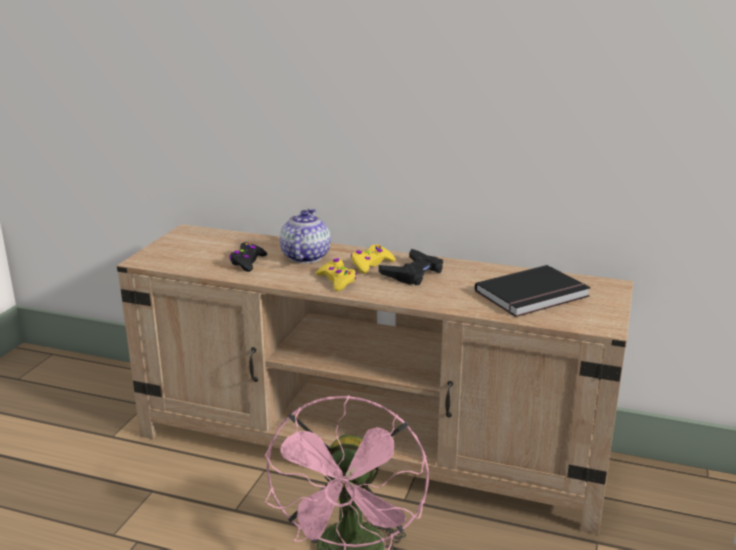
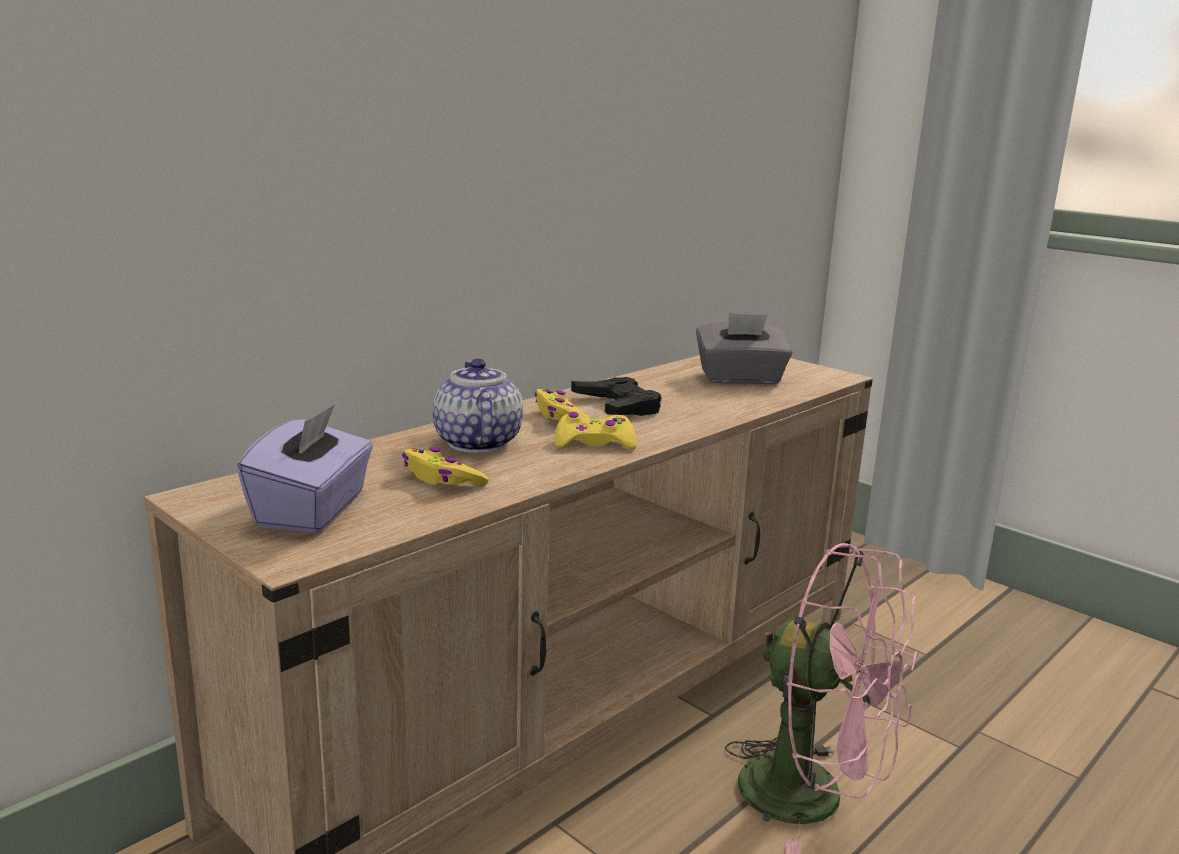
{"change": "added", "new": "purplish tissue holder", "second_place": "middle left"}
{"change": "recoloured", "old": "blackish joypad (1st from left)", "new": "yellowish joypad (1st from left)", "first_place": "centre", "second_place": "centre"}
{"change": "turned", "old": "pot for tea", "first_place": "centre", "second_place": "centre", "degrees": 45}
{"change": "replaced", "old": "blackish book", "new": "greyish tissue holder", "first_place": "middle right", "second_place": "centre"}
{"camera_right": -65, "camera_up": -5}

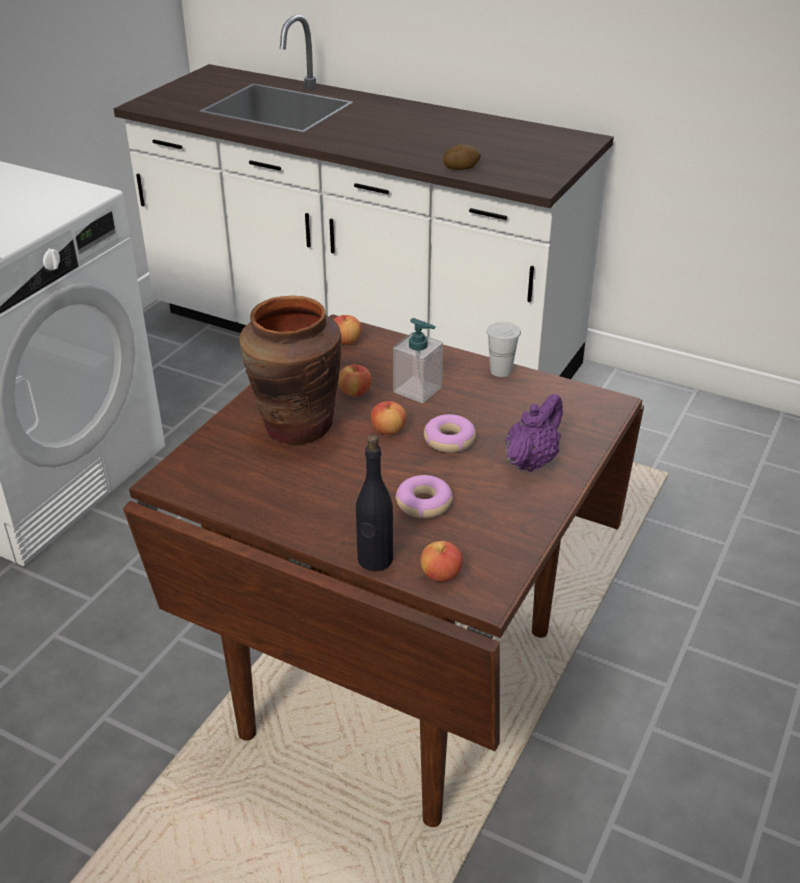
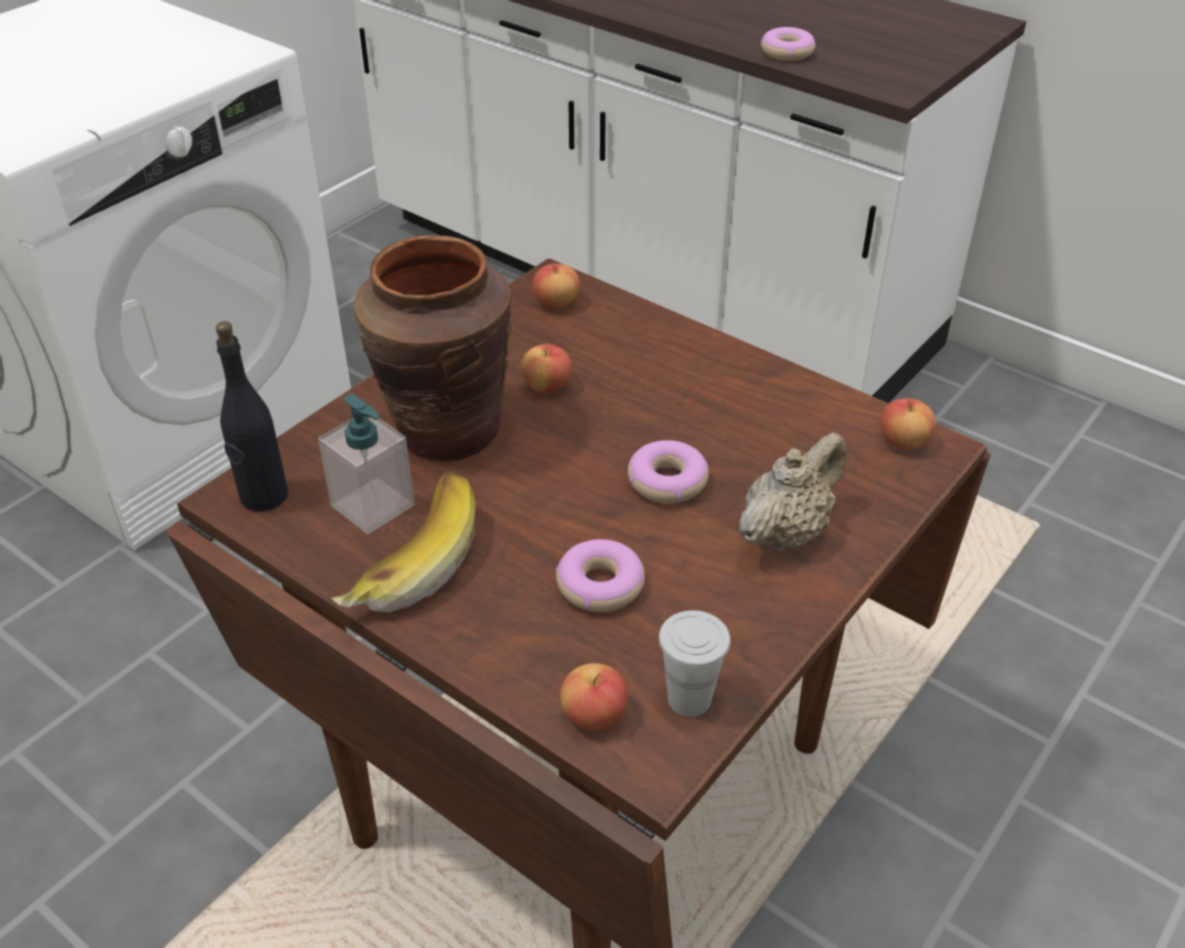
{"change": "moved", "old": "blackish drink bottle", "first_place": "centre", "second_place": "middle left"}
{"change": "moved", "old": "soap bottle", "first_place": "centre", "second_place": "middle left"}
{"change": "added", "new": "banana fruit", "second_place": "centre"}
{"change": "moved", "old": "white drinking cup", "first_place": "centre", "second_place": "bottom centre"}
{"change": "recoloured", "old": "purplish pot for tea", "new": "beige-coloured pot for tea", "first_place": "middle right", "second_place": "middle right"}
{"change": "replaced", "old": "whole potato", "new": "doughnut (3rd from left)", "first_place": "top centre", "second_place": "top centre"}
{"change": "moved", "old": "apple fruit (3rd from left in the first image)", "new": "apple fruit (4th from left)", "first_place": "centre", "second_place": "middle right"}
{"camera_right": 10, "camera_up": 5}

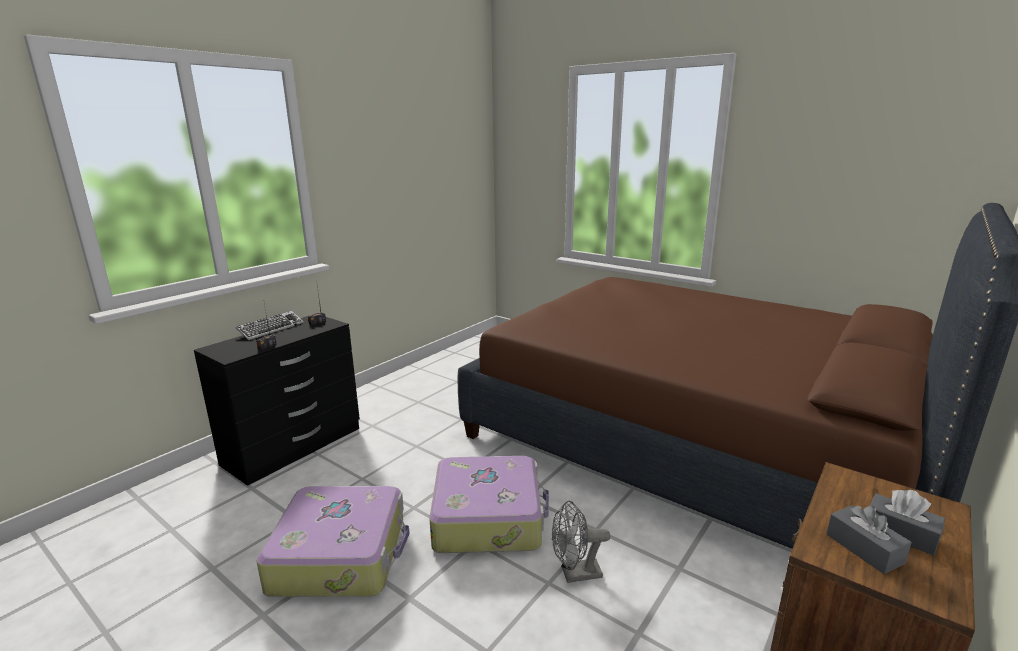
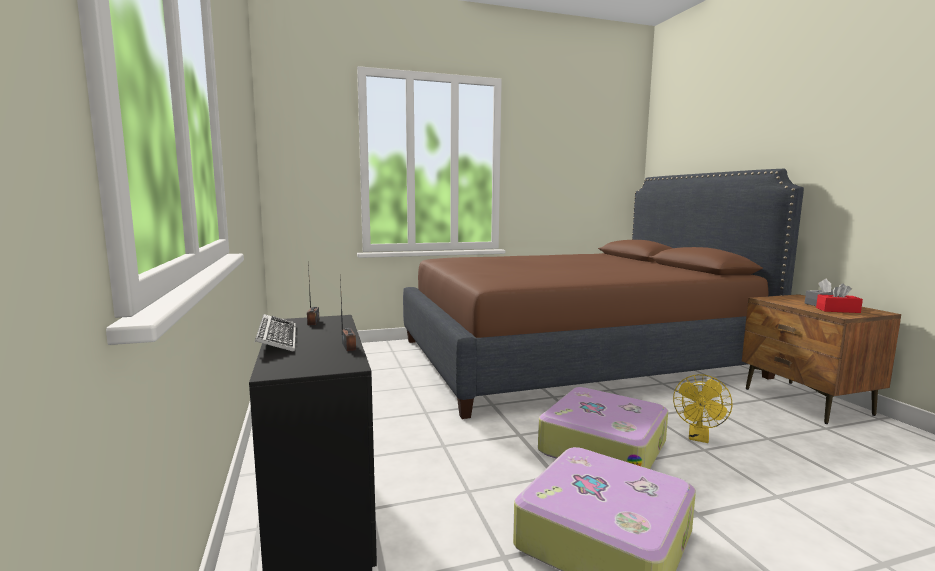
{"change": "recoloured", "old": "greyish cooling fan", "new": "yellowish cooling fan", "first_place": "bottom centre", "second_place": "bottom right"}
{"change": "recoloured", "old": "greyish tissue holder (1st from left)", "new": "red-coloured tissue holder", "first_place": "bottom right", "second_place": "middle right"}
{"camera_right": -55, "camera_up": -10}

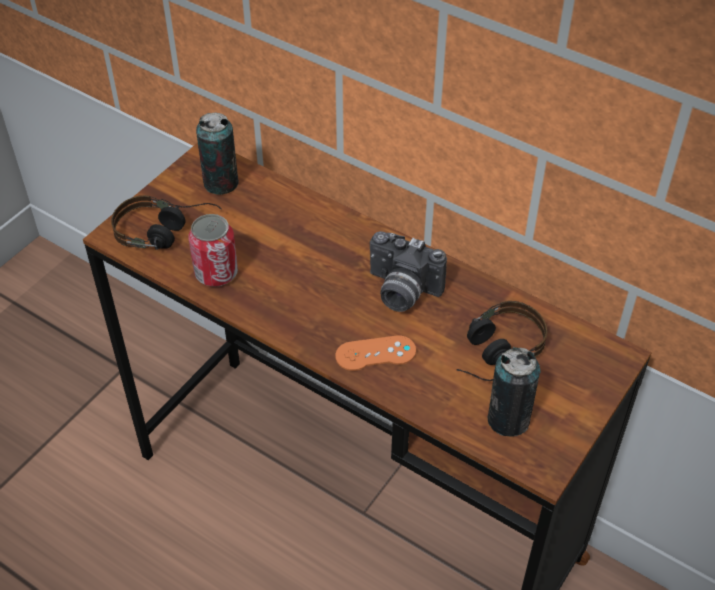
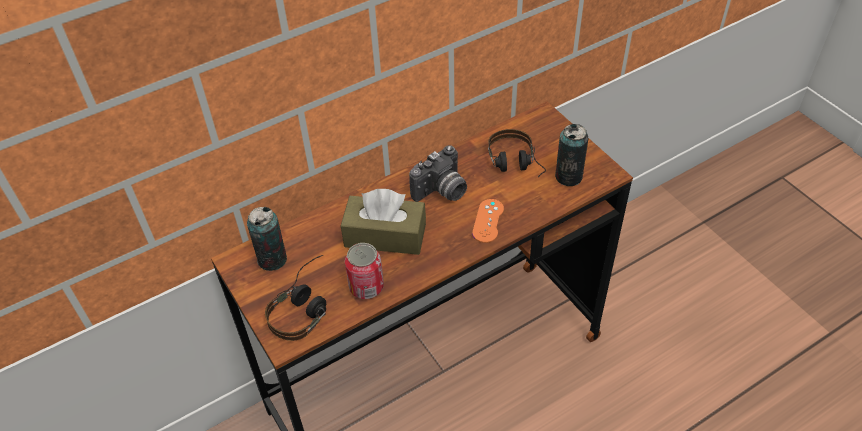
{"change": "added", "new": "brown-coloured tissue holder", "second_place": "centre"}
{"camera_right": -65, "camera_up": 0}

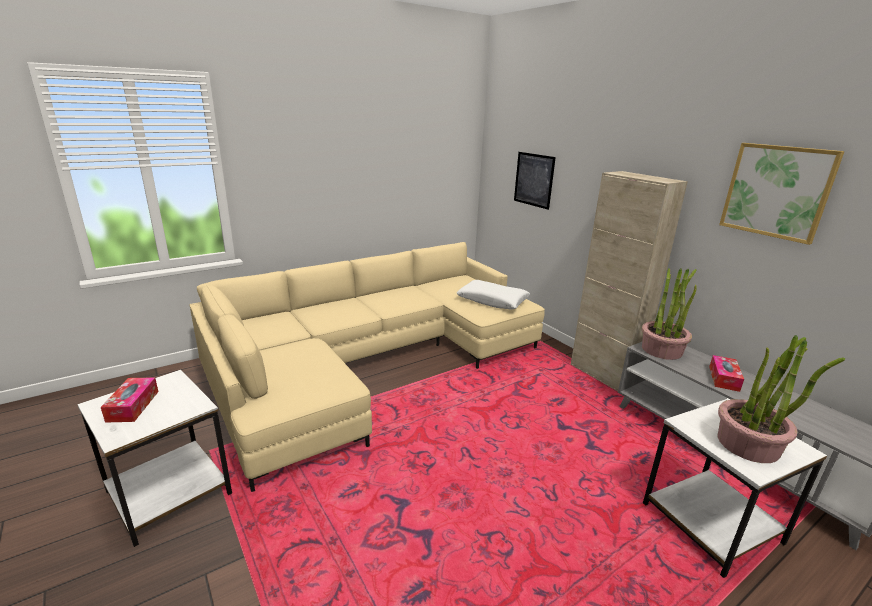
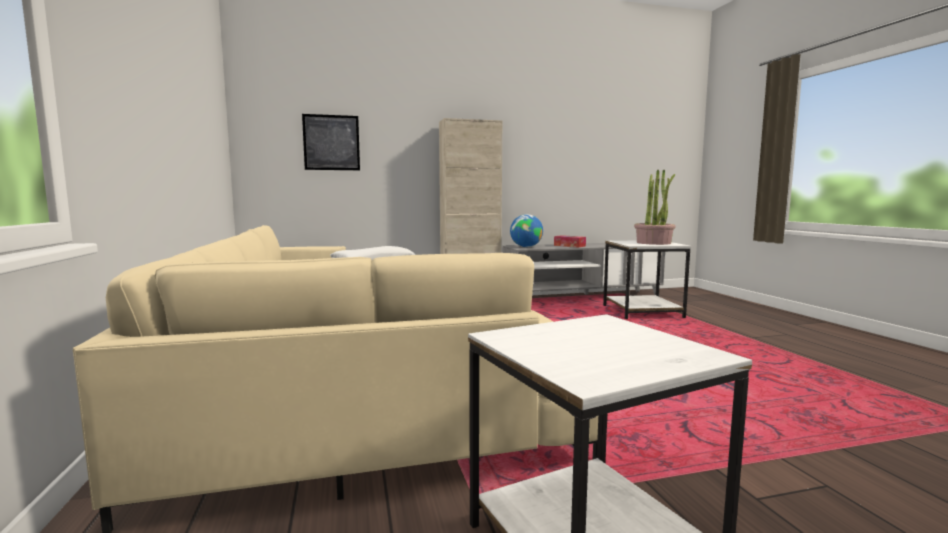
{"change": "replaced", "old": "houseplant (1st from left)", "new": "globe", "first_place": "middle right", "second_place": "centre"}
{"change": "removed", "old": "tissue holder (1st from left)", "first_place": "middle left"}
{"change": "removed", "old": "picture (2nd from left)", "first_place": "top right"}
{"camera_right": -70, "camera_up": -15}

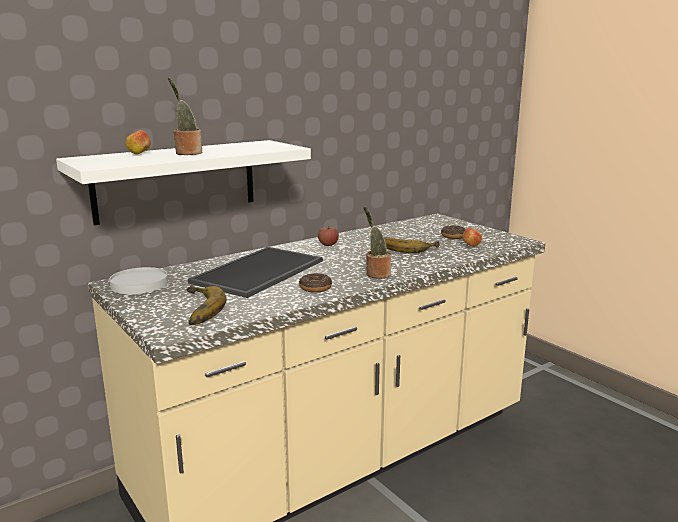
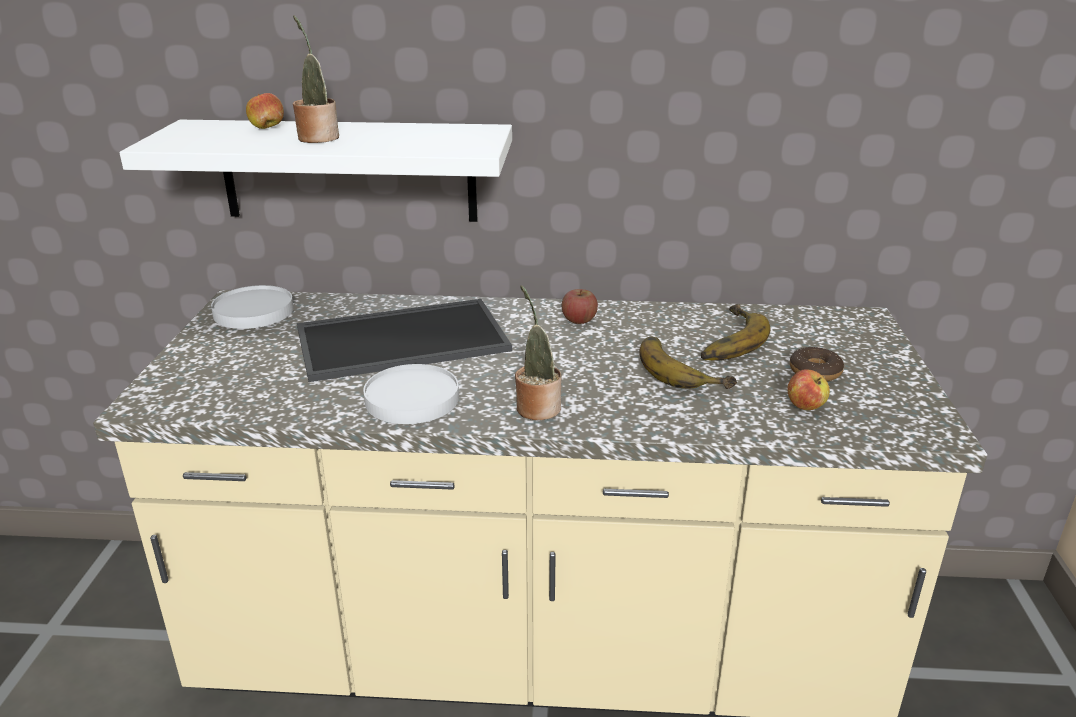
{"change": "replaced", "old": "doughnut (1st from left)", "new": "white dinner plate (2nd from left)", "first_place": "centre", "second_place": "centre"}
{"change": "moved", "old": "banana fruit (1st from left in the first image)", "new": "banana fruit (2nd from left)", "first_place": "middle left", "second_place": "middle right"}
{"camera_right": 40, "camera_up": 10}

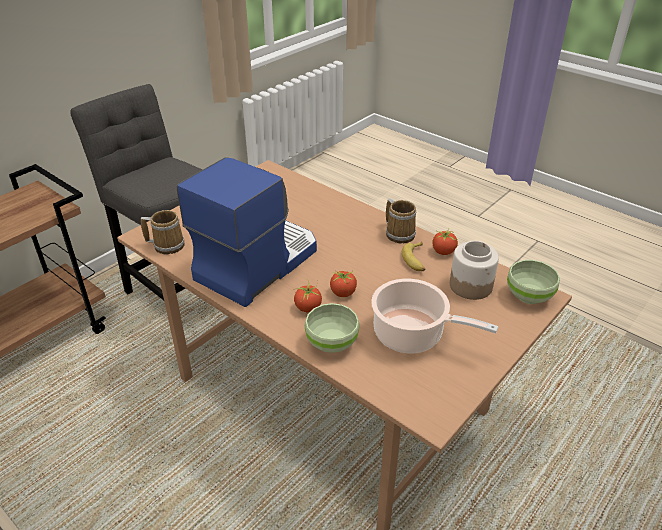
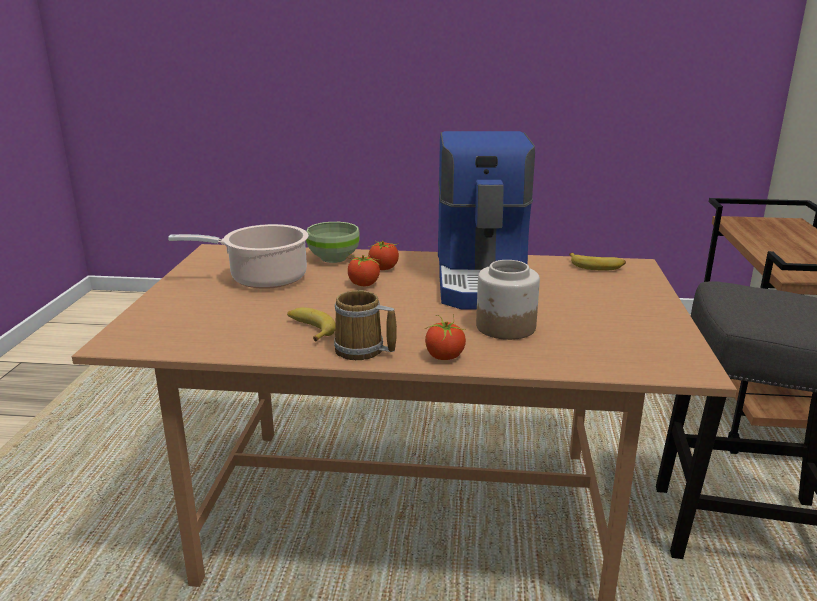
{"change": "moved", "old": "fresh tomato (3rd from left)", "first_place": "middle right", "second_place": "centre"}
{"change": "moved", "old": "preserve jar", "first_place": "middle right", "second_place": "centre"}
{"change": "replaced", "old": "mug (1st from left)", "new": "banana fruit (2nd from left)", "first_place": "middle left", "second_place": "middle right"}
{"change": "removed", "old": "green serving bowl (2nd from left)", "first_place": "middle right"}
{"camera_right": 145, "camera_up": -15}

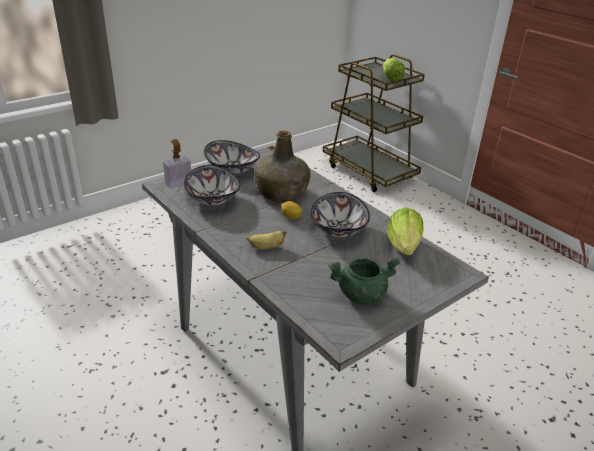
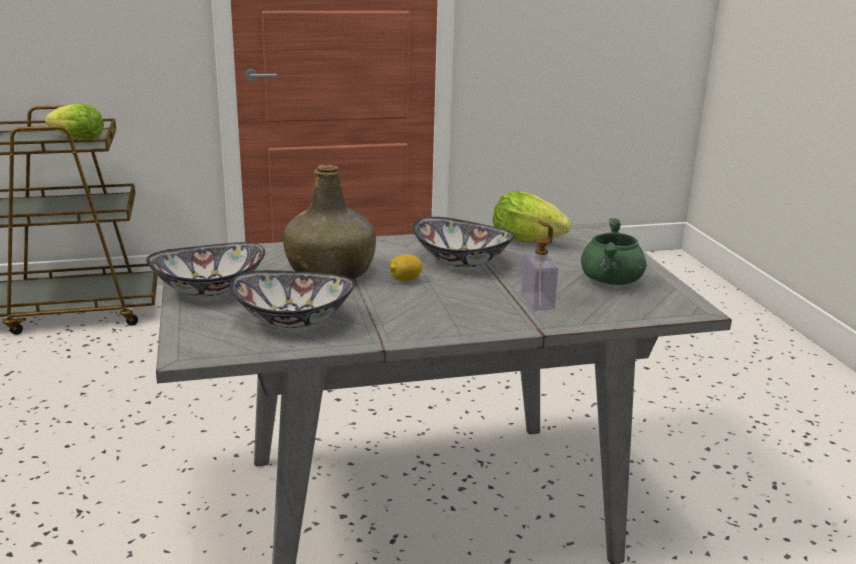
{"change": "moved", "old": "soap bottle", "first_place": "middle left", "second_place": "centre"}
{"change": "removed", "old": "banana fruit", "first_place": "centre"}
{"camera_right": -65, "camera_up": -10}

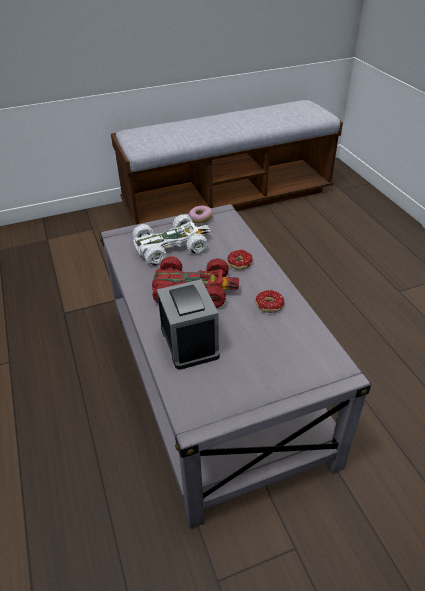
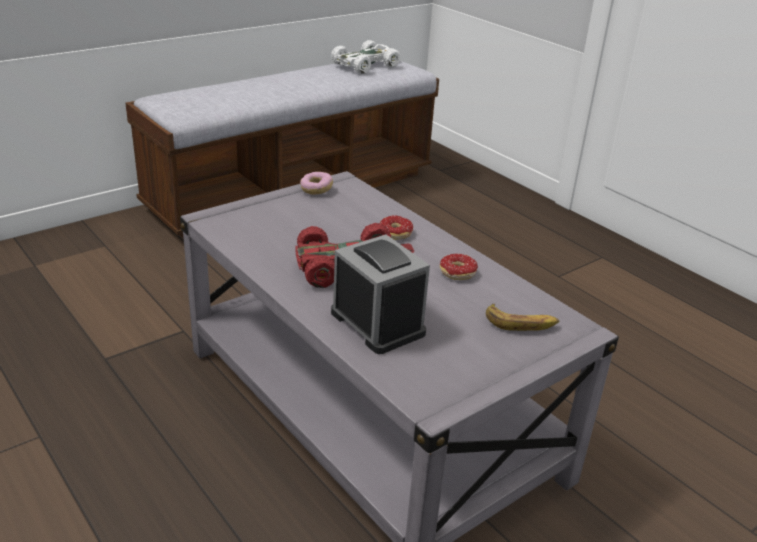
{"change": "moved", "old": "white miniature car", "first_place": "centre", "second_place": "top centre"}
{"change": "added", "new": "banana fruit", "second_place": "middle right"}
{"camera_right": -20, "camera_up": -10}

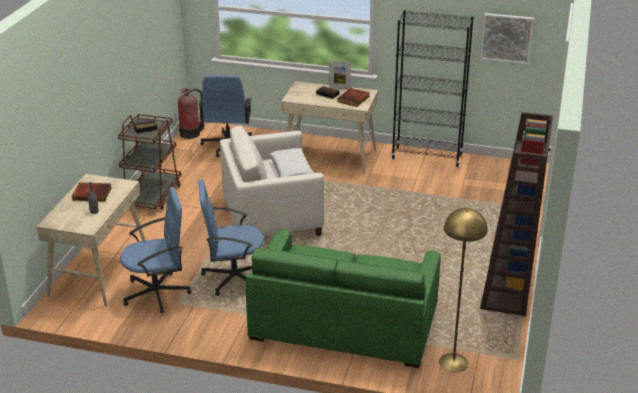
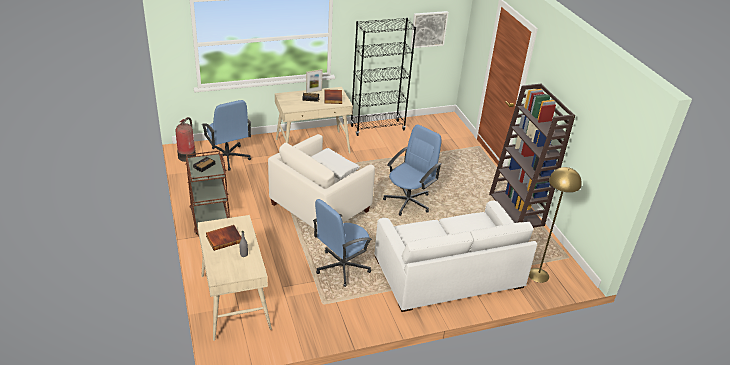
{"change": "recoloured", "old": "green sofa", "new": "white sofa", "first_place": "bottom centre", "second_place": "bottom centre"}
{"change": "moved", "old": "bluish computer chair (1st from left in the first image)", "new": "bluish computer chair (3rd from left)", "first_place": "middle left", "second_place": "centre"}
{"camera_right": -35, "camera_up": 5}

